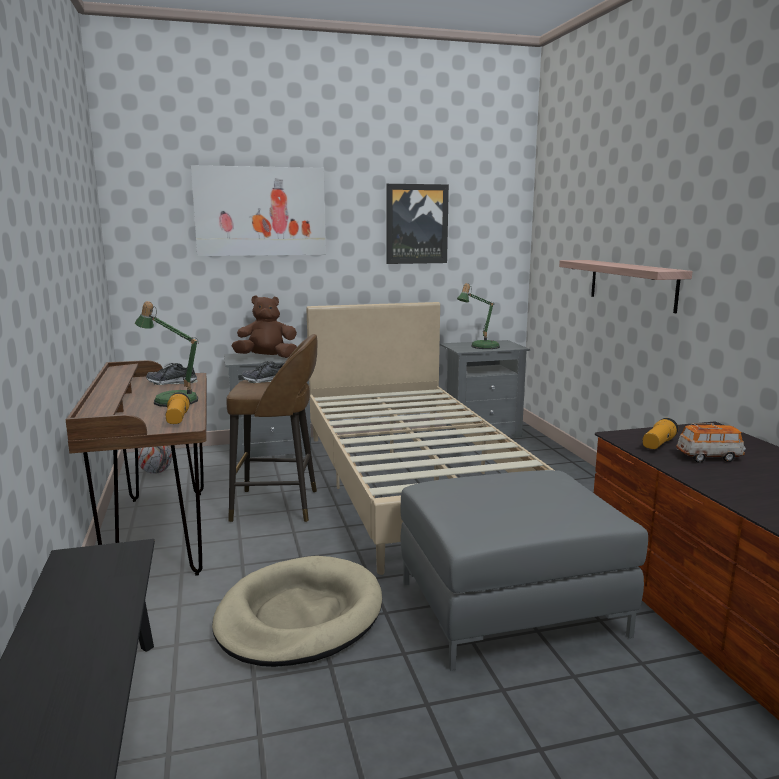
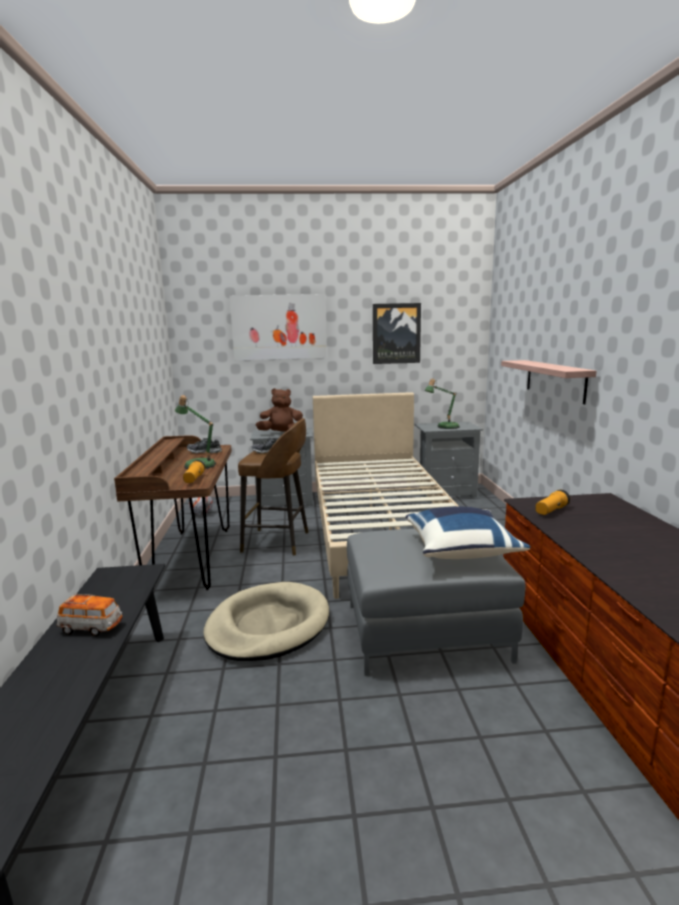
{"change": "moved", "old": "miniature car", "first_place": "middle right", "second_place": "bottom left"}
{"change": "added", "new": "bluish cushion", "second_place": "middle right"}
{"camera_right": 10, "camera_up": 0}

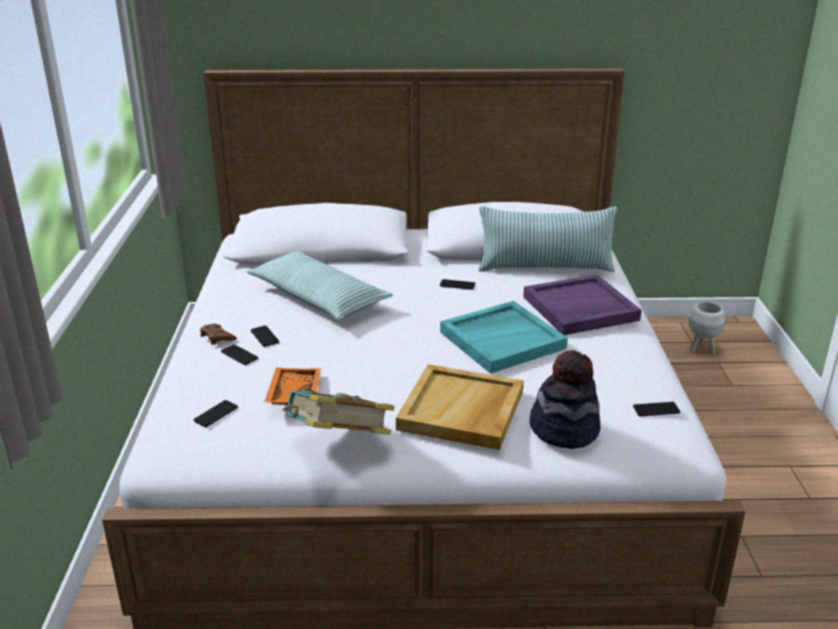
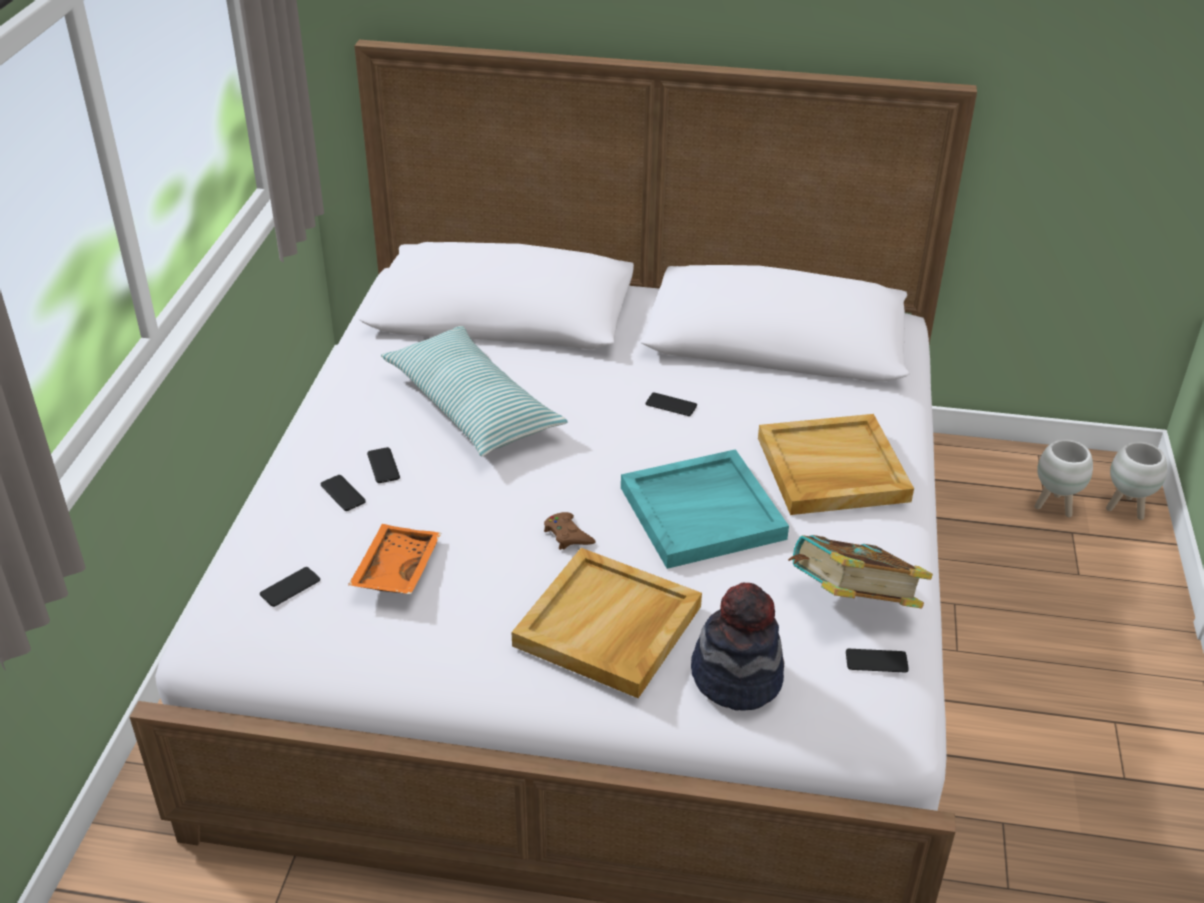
{"change": "moved", "old": "brown-coloured joypad", "first_place": "middle left", "second_place": "centre"}
{"change": "recoloured", "old": "purplish carrying tray", "new": "beige-coloured carrying tray (2nd from left)", "first_place": "middle right", "second_place": "middle right"}
{"change": "moved", "old": "book", "first_place": "centre", "second_place": "middle right"}
{"change": "added", "new": "white planter (2nd from left)", "second_place": "middle right"}
{"change": "removed", "old": "cushion (2nd from left)", "first_place": "centre"}
{"camera_right": 10, "camera_up": 10}

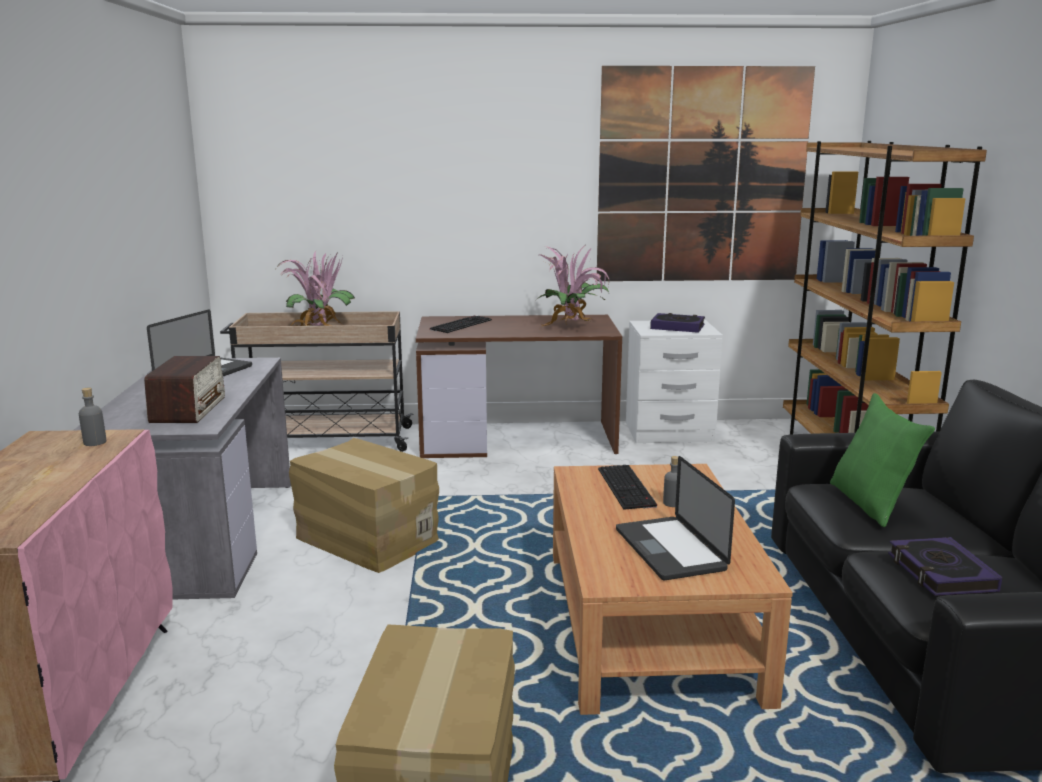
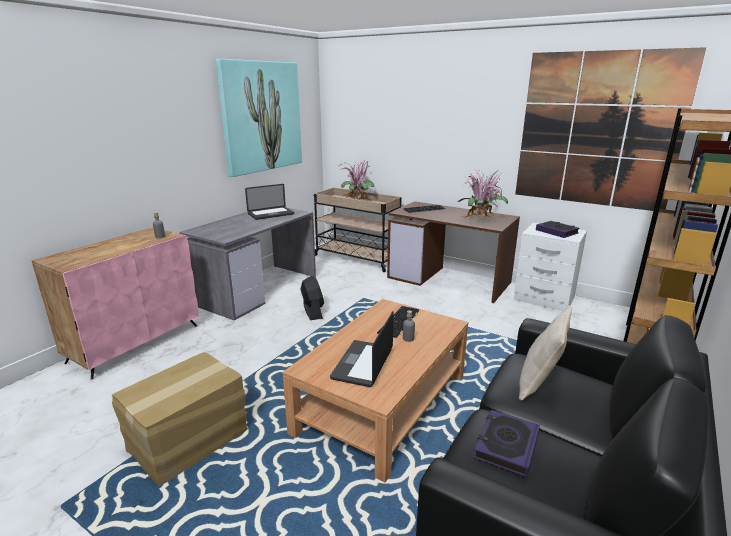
{"change": "added", "new": "picture (1st from left)", "second_place": "top centre"}
{"change": "replaced", "old": "cardboard box (1st from left)", "new": "blackish cooling fan", "first_place": "centre", "second_place": "centre"}
{"change": "recoloured", "old": "green cushion", "new": "beige-coloured cushion", "first_place": "middle right", "second_place": "middle right"}
{"change": "removed", "old": "radio set", "first_place": "middle left"}
{"camera_right": 35, "camera_up": 5}

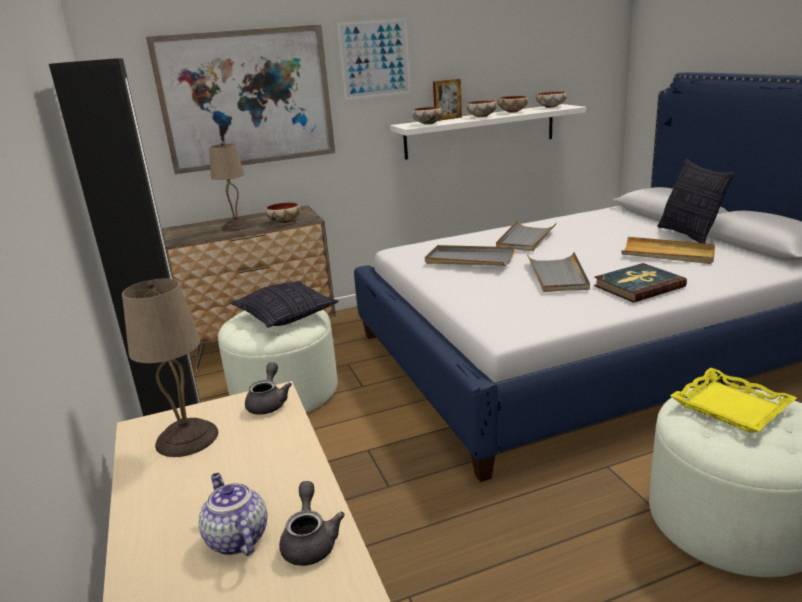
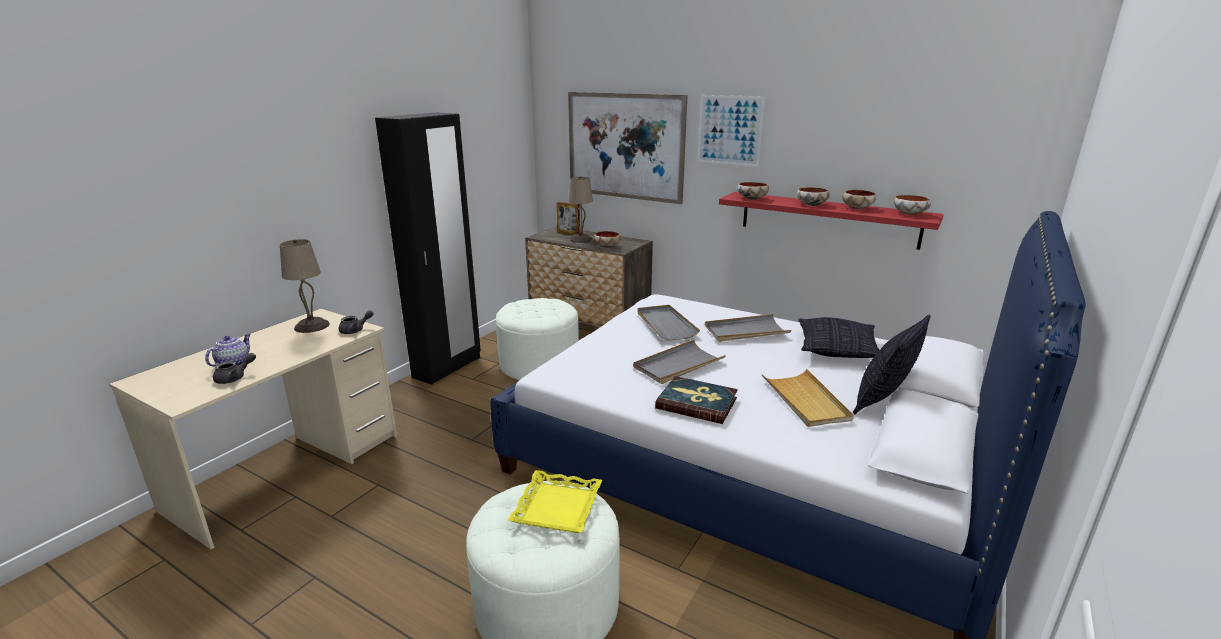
{"change": "moved", "old": "photo frame", "first_place": "top centre", "second_place": "centre"}
{"change": "recoloured", "old": "white wall shelf", "new": "red-coloured wall shelf", "first_place": "top centre", "second_place": "middle right"}
{"change": "moved", "old": "cushion (1st from left)", "first_place": "centre", "second_place": "middle right"}
{"camera_right": 50, "camera_up": 0}

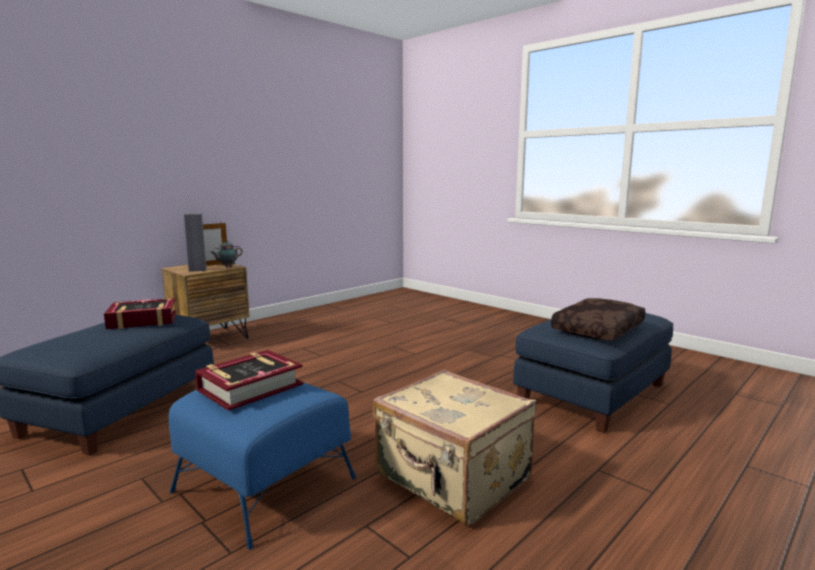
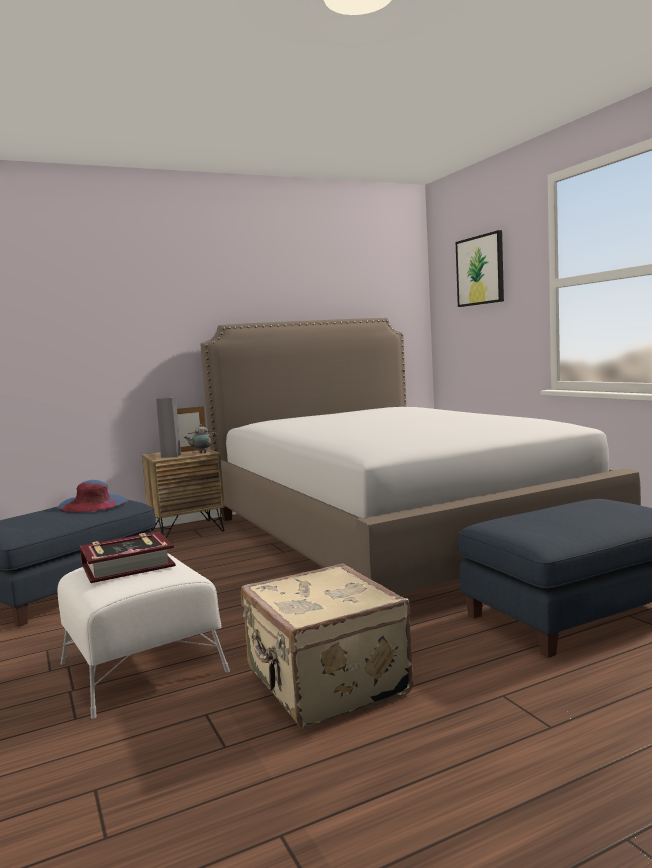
{"change": "replaced", "old": "book (1st from left)", "new": "bluish clothing hat", "first_place": "middle left", "second_place": "middle left"}
{"change": "recoloured", "old": "bluish footrest (2nd from left)", "new": "white footrest", "first_place": "bottom left", "second_place": "bottom left"}
{"change": "added", "new": "bedroom bed", "second_place": "centre"}
{"change": "added", "new": "picture", "second_place": "top right"}
{"change": "removed", "old": "brown-coloured cushion", "first_place": "middle right"}
{"camera_right": 20, "camera_up": -5}

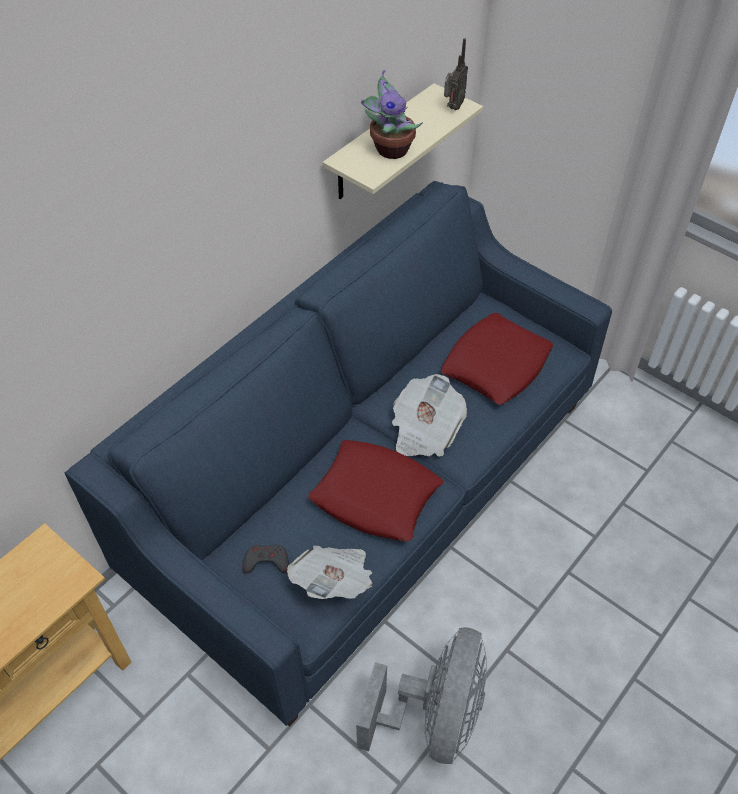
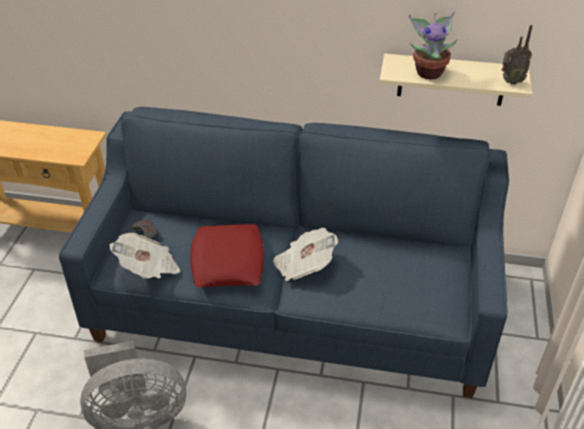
{"change": "removed", "old": "red-coloured cushion (2nd from left)", "first_place": "middle right"}
{"camera_right": 60, "camera_up": -10}

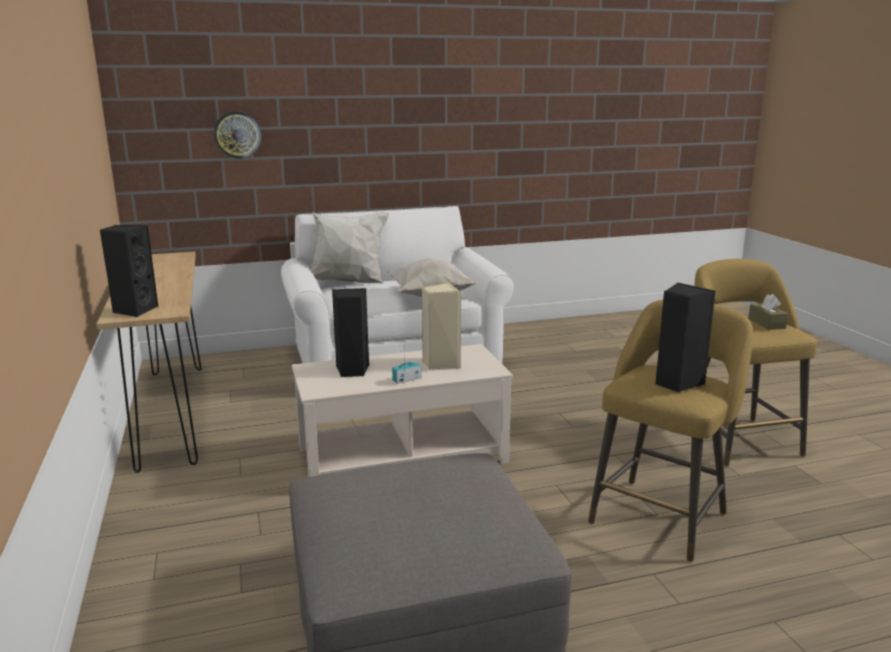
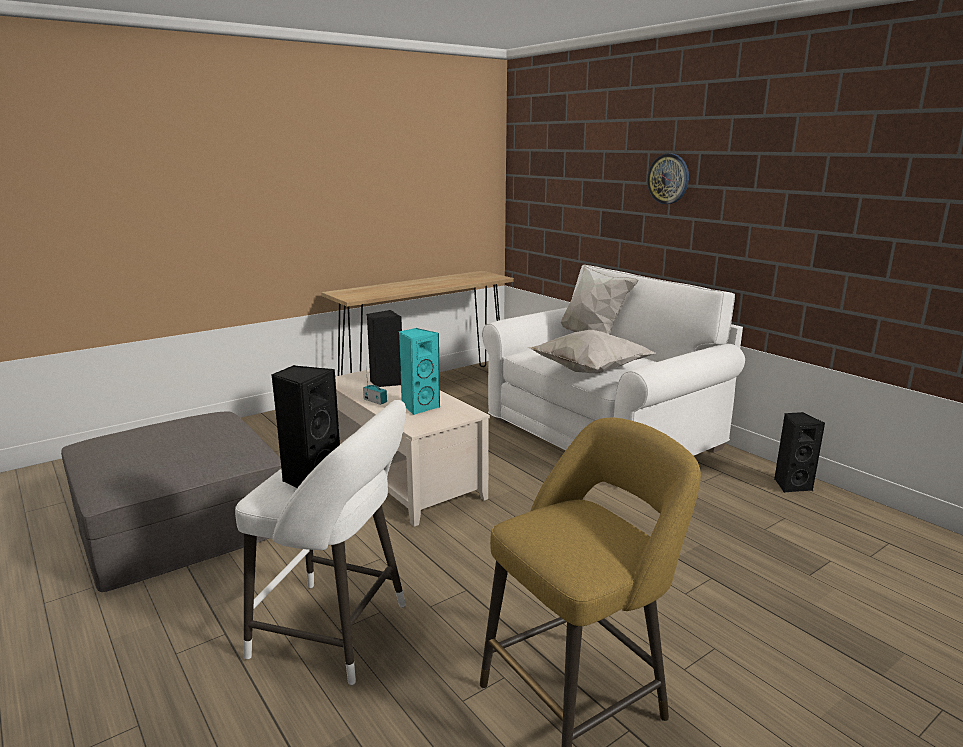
{"change": "recoloured", "old": "yellowish sitting stool (1st from left)", "new": "white sitting stool", "first_place": "middle right", "second_place": "bottom left"}
{"change": "recoloured", "old": "beige-coloured audio speaker", "new": "turquoise-coloured audio speaker", "first_place": "centre", "second_place": "centre"}
{"change": "moved", "old": "clock on the wall", "first_place": "top left", "second_place": "top right"}
{"change": "moved", "old": "blackish audio speaker (1st from left in the first image)", "new": "blackish audio speaker (3rd from left)", "first_place": "middle left", "second_place": "middle right"}
{"change": "removed", "old": "brown-coloured tissue holder", "first_place": "middle right"}
{"camera_right": 70, "camera_up": 0}

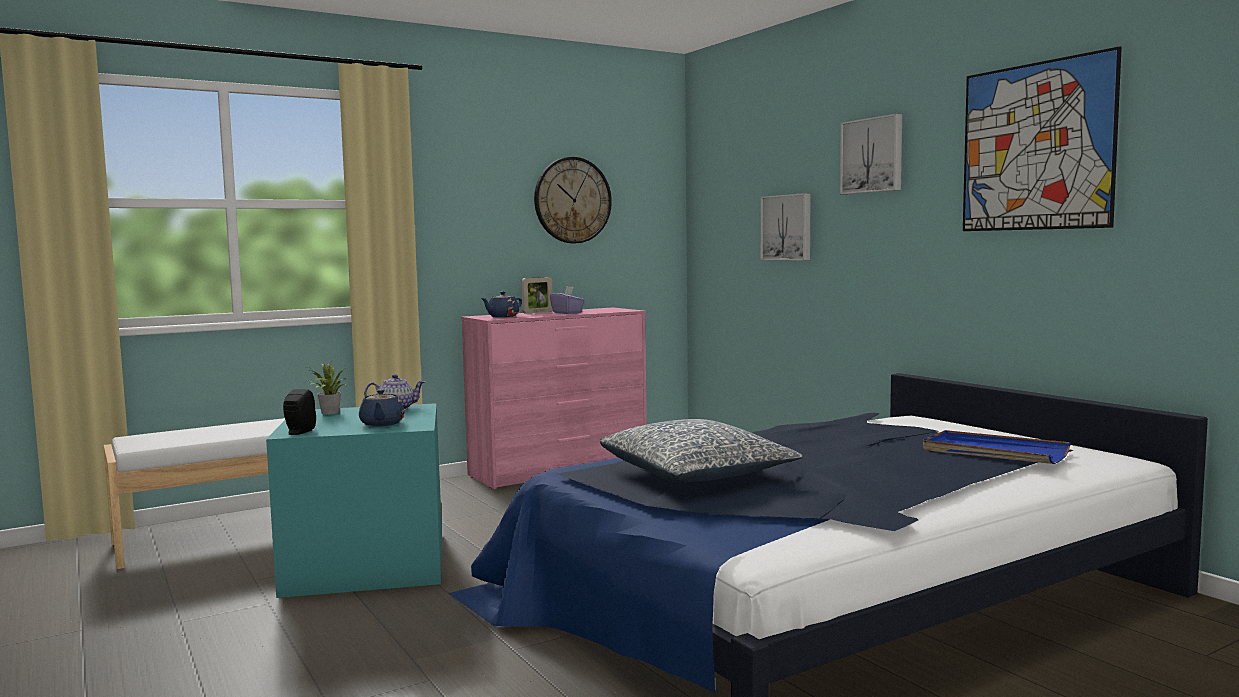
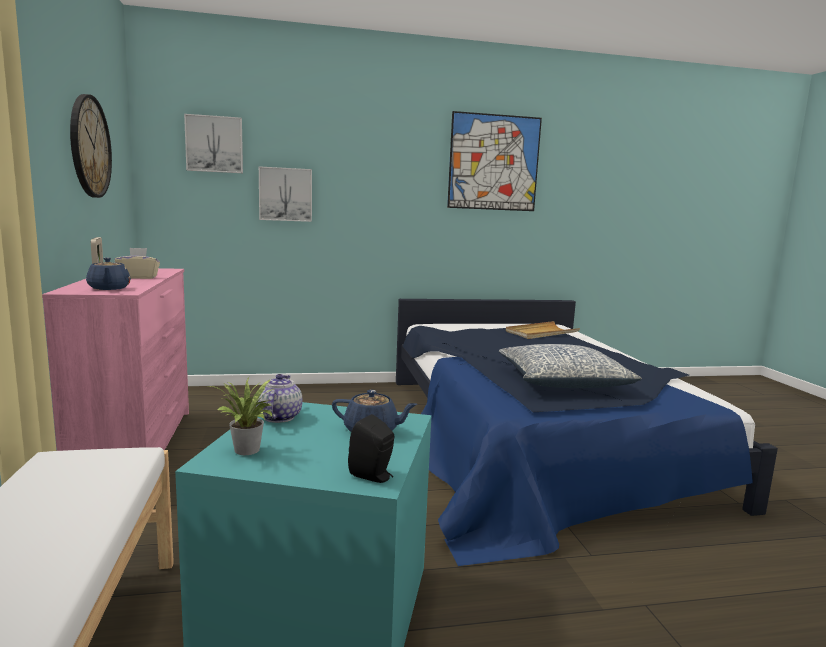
{"change": "recoloured", "old": "purplish tissue holder", "new": "beige-coloured tissue holder", "first_place": "centre", "second_place": "middle left"}
{"change": "moved", "old": "picture (2nd from left in the first image)", "new": "picture (1st from left)", "first_place": "top right", "second_place": "top left"}
{"change": "recoloured", "old": "bluish carrying tray", "new": "beige-coloured carrying tray", "first_place": "middle right", "second_place": "centre"}
{"camera_right": -70, "camera_up": 5}

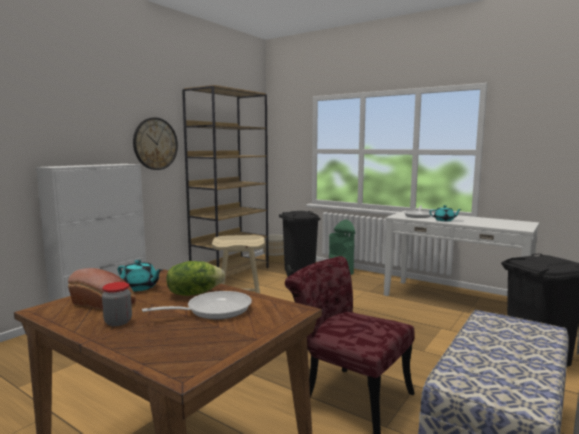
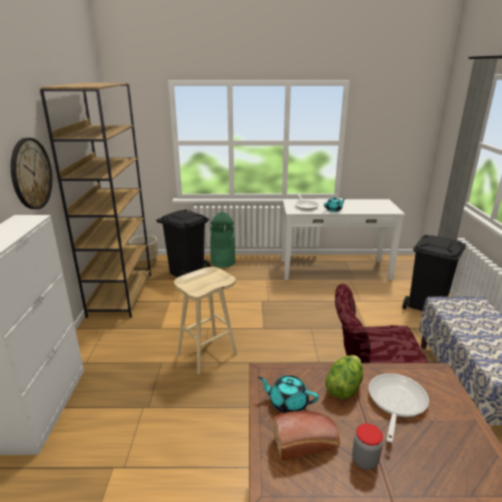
{"change": "turned", "old": "turquoise-coloured pot for tea (1st from left)", "first_place": "middle left", "second_place": "bottom centre", "degrees": -150}
{"camera_right": -35, "camera_up": 15}

